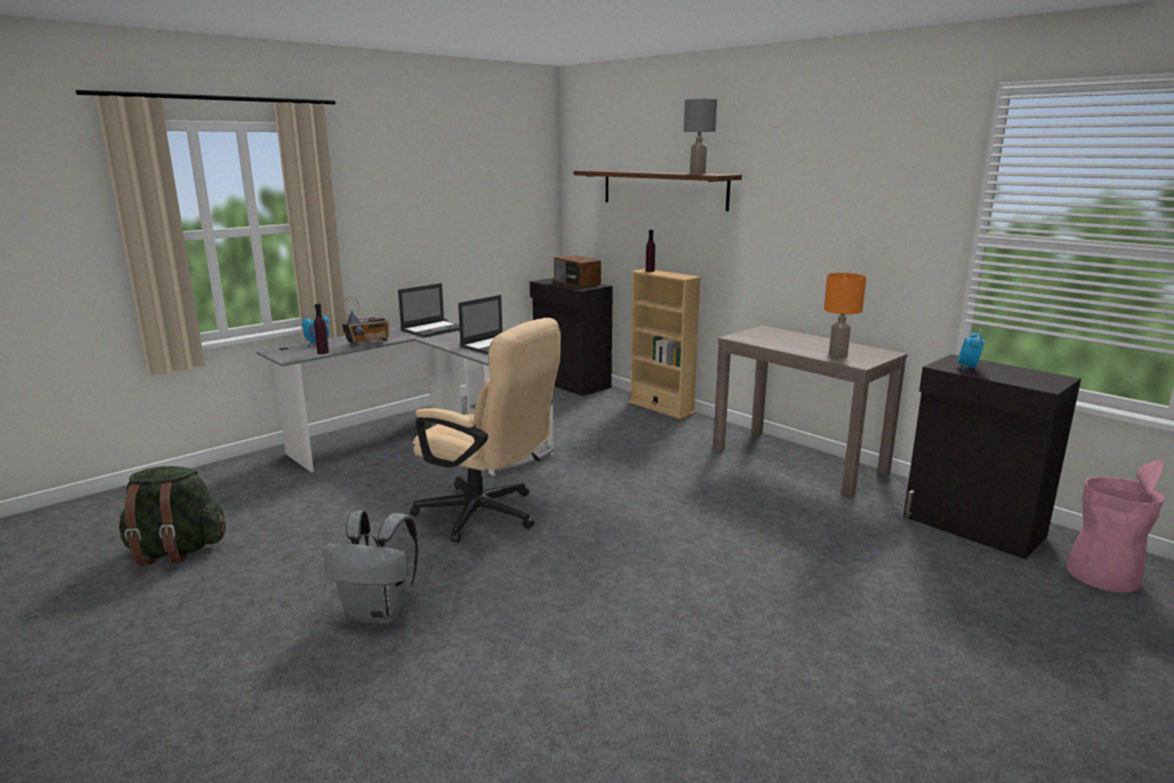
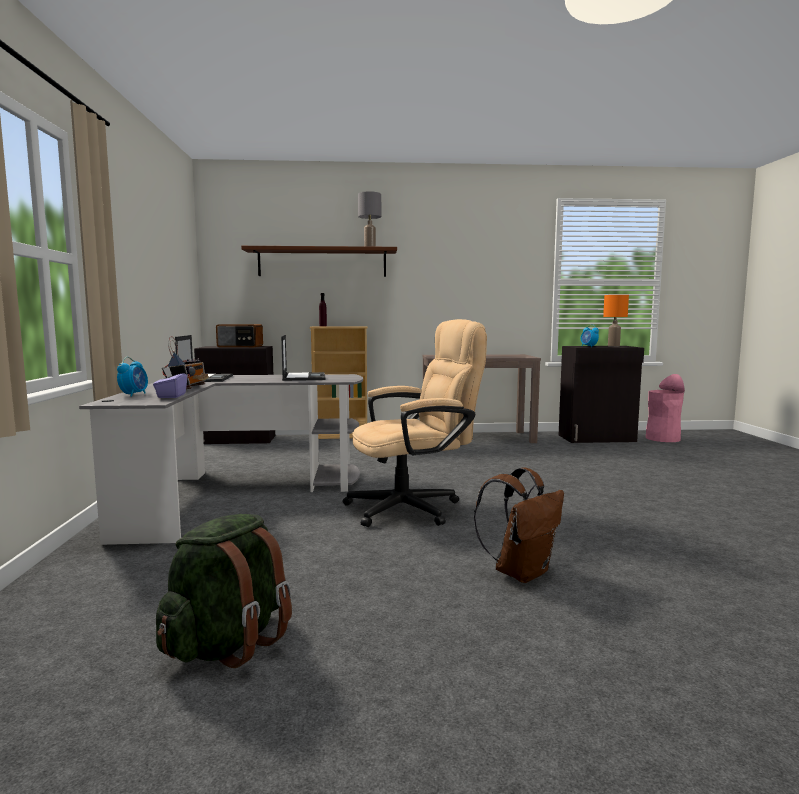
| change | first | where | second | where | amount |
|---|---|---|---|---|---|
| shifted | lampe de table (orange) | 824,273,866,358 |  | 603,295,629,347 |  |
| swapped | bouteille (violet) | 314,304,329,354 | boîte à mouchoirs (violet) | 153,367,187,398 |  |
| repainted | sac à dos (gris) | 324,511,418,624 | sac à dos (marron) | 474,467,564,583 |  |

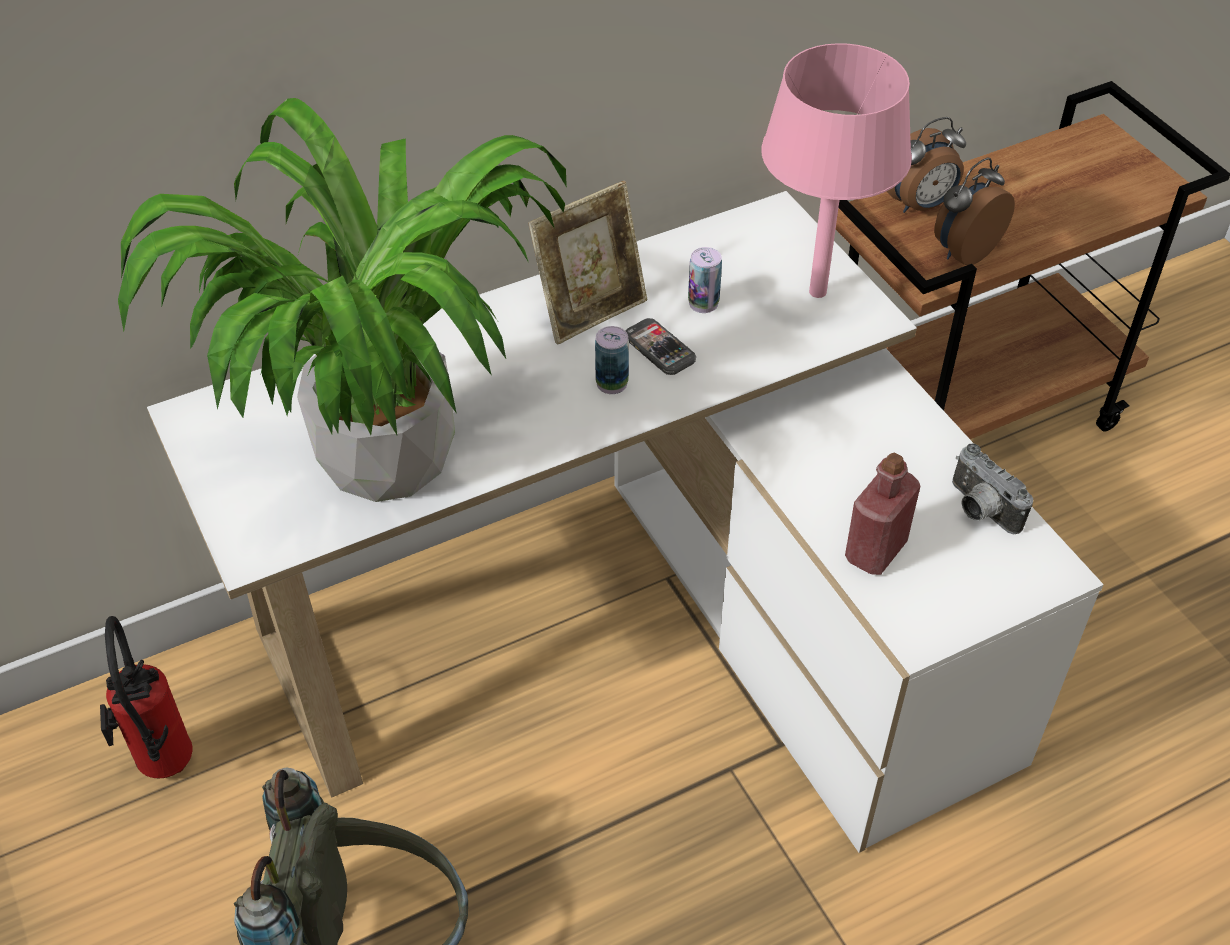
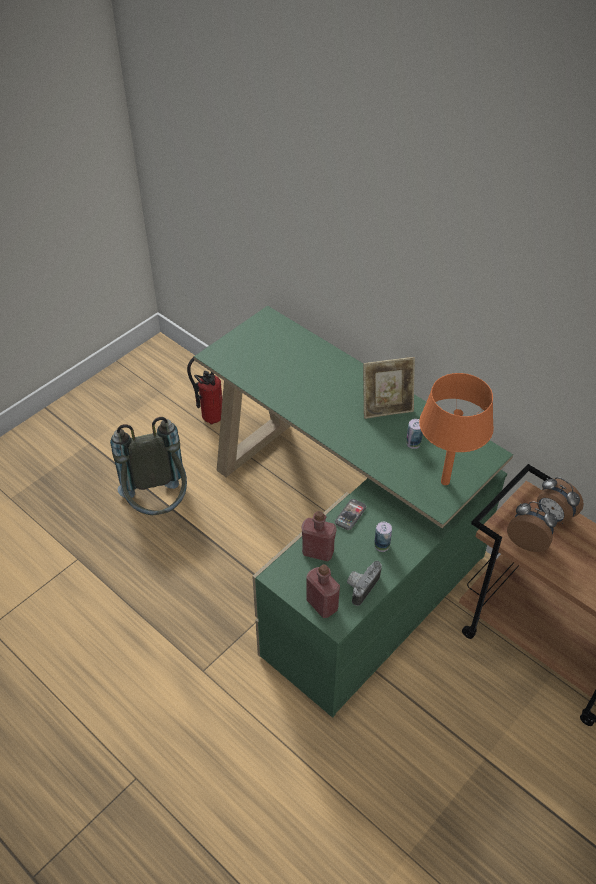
| change | first | where | second | where | amount |
|---|---|---|---|---|---|
| repainted | lampe de table (rose) | 761,43,912,298 | lampe de table (orange) | 419,373,494,485 |  |
| gone | plante en pot | 118,98,567,502 |  |  |  |
| rotated | cadre photo | 528,181,647,344 |  | 363,357,415,419 | 45 degrees counterclockwise |
| repainted | bureau (blanc) | 147,191,1104,853 | bureau (vert) | 194,306,513,718 |  |
| shifted | téléphone | 626,318,696,375 |  | 335,499,366,530 |  |
| shifted | boîte métallique | 595,326,629,394 |  | 374,522,392,552 |  |
| new |  |  | bouteille (rouge) | 306,564,340,618 |  |

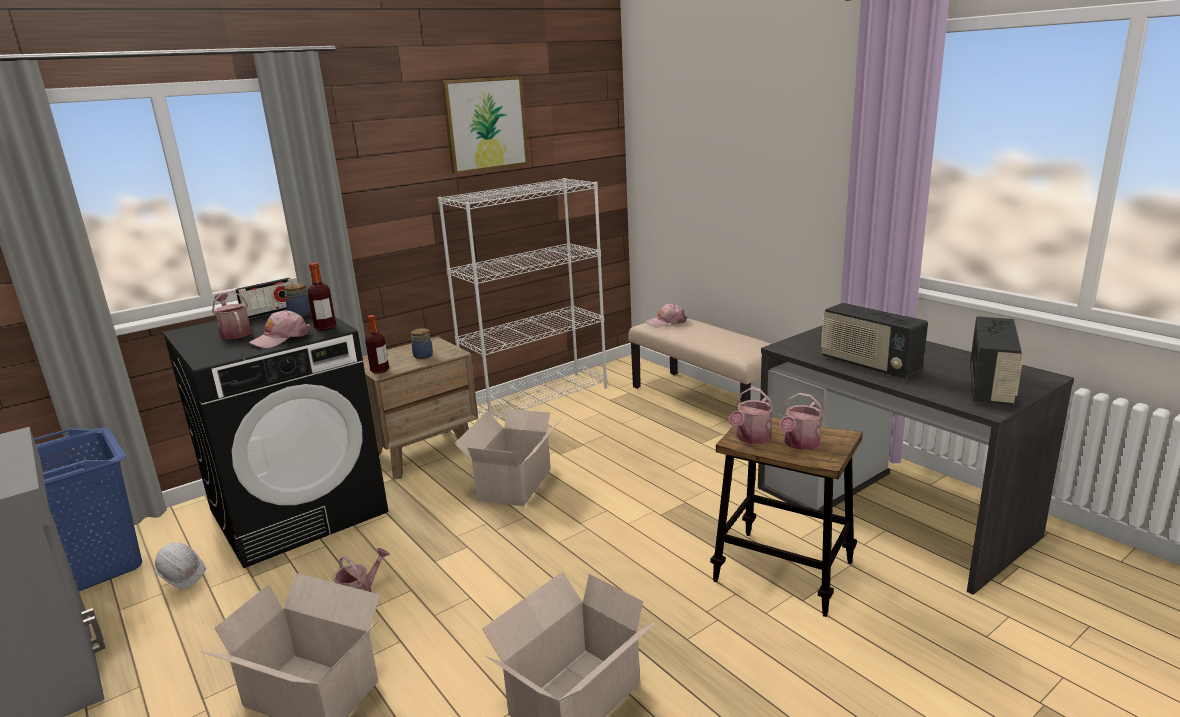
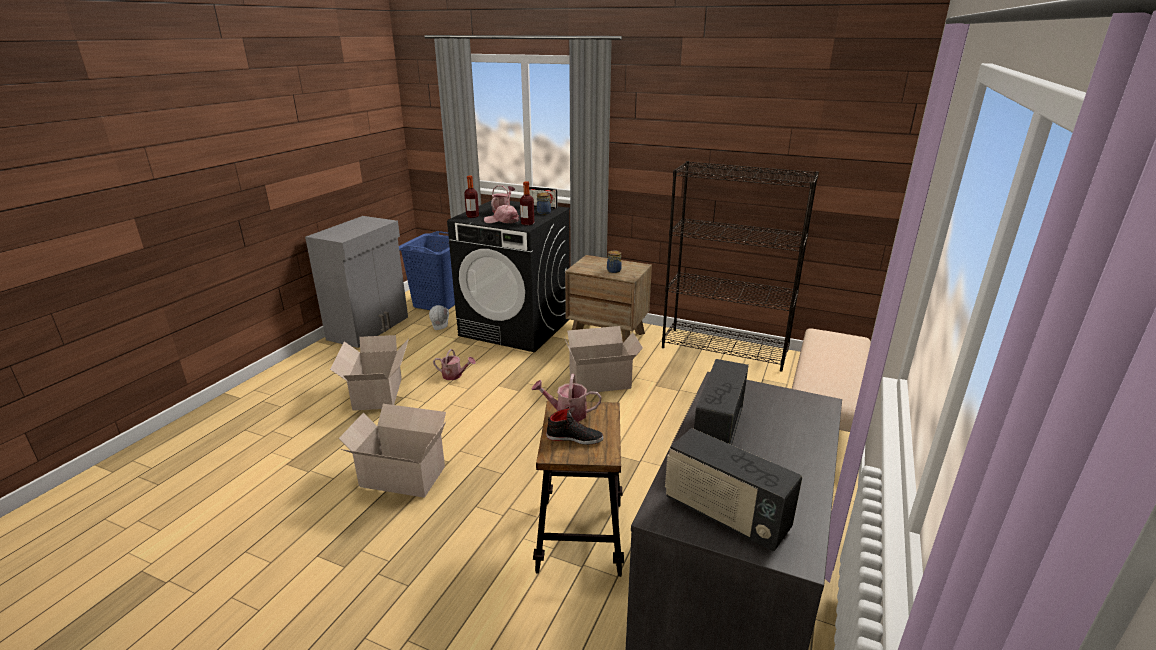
| change | first | where | second | where | amount |
|---|---|---|---|---|---|
| gone | tableau | 442,76,529,174 |  |  |  |
| repainted | bibliothèque (blanc) | 438,178,607,419 | bibliothèque (noir) | 662,161,819,371 |  |
| gone | casquette (rose) | 646,303,688,327 |  |  |  |
| shifted | bouteille | 365,315,389,373 |  | 464,176,479,218 |  |
| rotated | radio | 970,316,1023,406 |  | 665,428,802,551 | 45 degrees clockwise |
| swapped | arrosoir | 779,393,824,450 | chaussure (noir) | 546,407,603,445 |  |

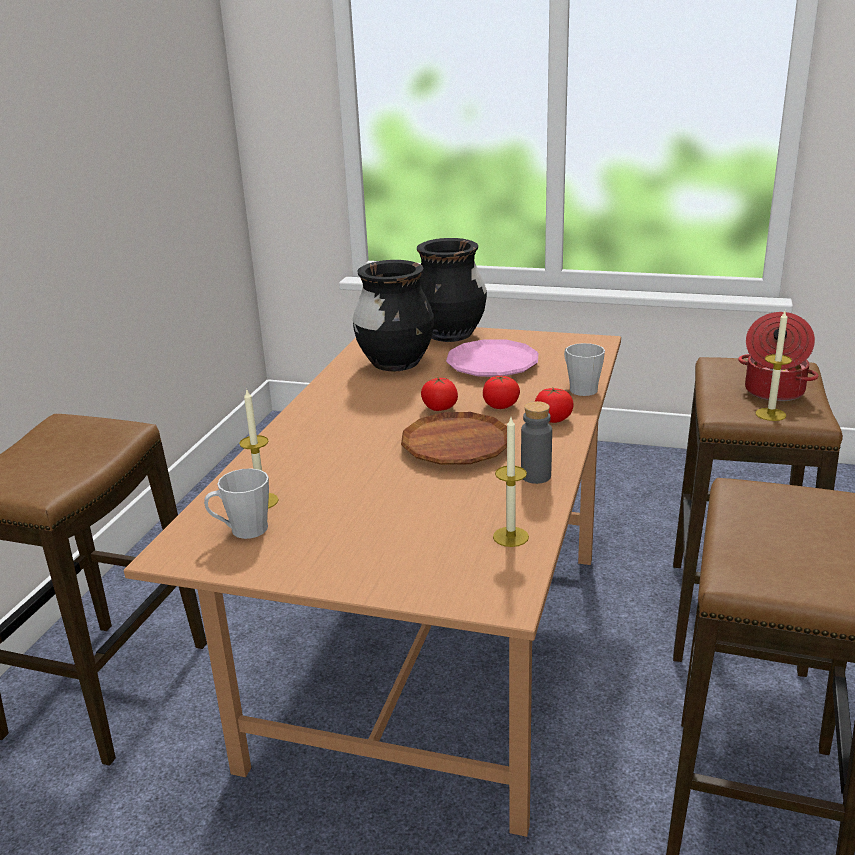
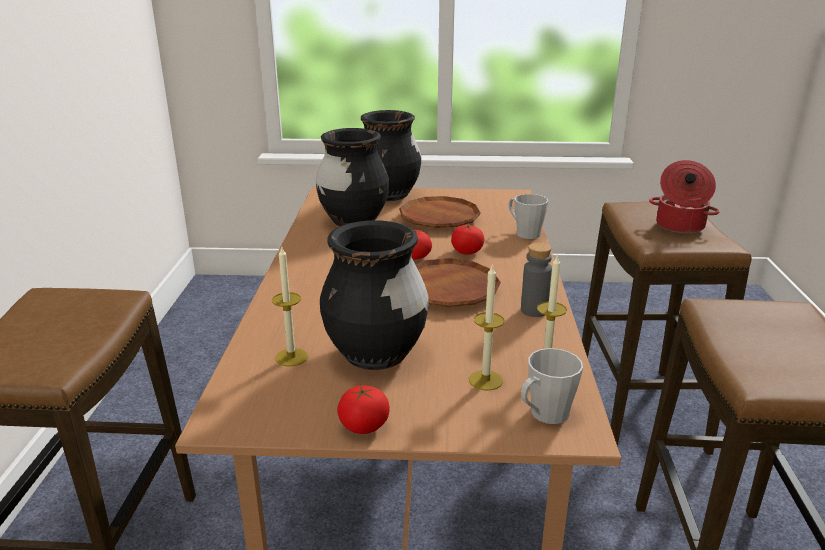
| change | first | where | second | where | amount |
|---|---|---|---|---|---|
| shifted | bougie | 756,311,792,421 |  | 469,266,504,390 |  |
| repainted | assiette (rose) | 446,339,538,377 | assiette (marron) | 399,196,481,228 |  |
| shifted | tomate | 535,388,574,423 |  | 337,385,390,434 |  |
| shifted | mug (gris) | 204,468,269,539 |  | 521,348,583,424 |  |
| new |  |  | vase (noir) | 320,220,429,370 |  |

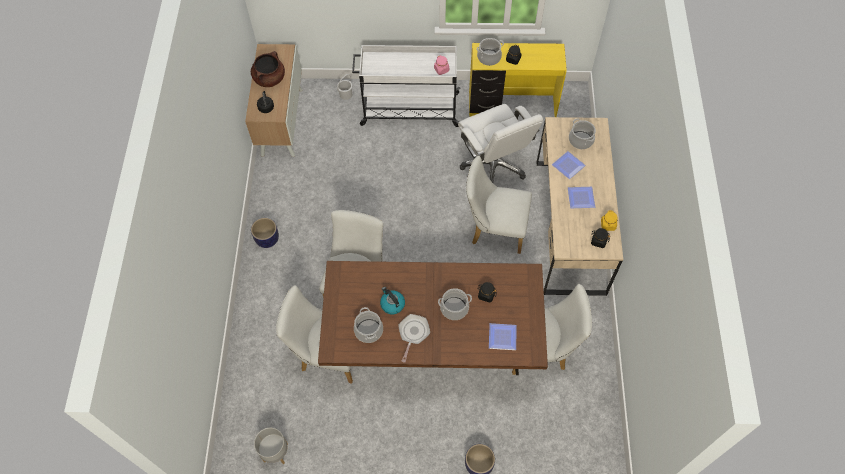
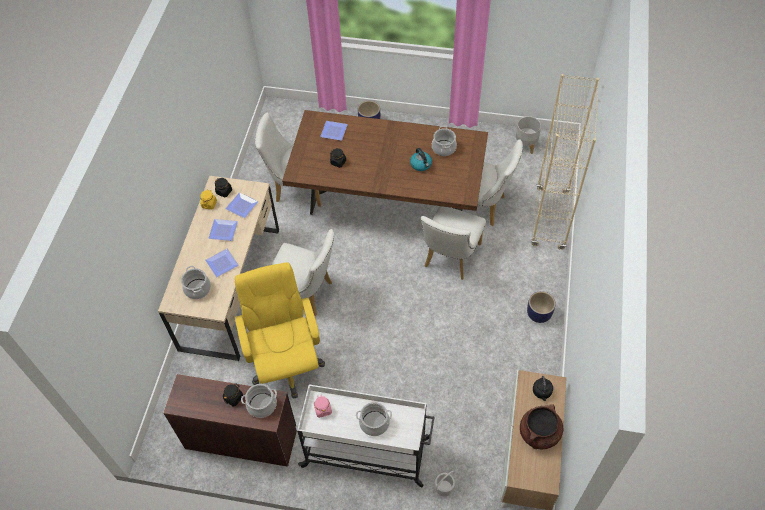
| change | first | where | second | where | amount |
|---|---|---|---|---|---|
| repainted | bureau (jaune) | 469,43,567,117 | bureau (marron) | 163,374,297,467 |  |
| repainted | chaise de bureau (blanc) | 458,104,543,183 | chaise de bureau (jaune) | 235,263,325,399 |  |
| shifted | marmite | 438,288,472,320 |  | 356,402,392,436 |  |
| gone | poêle | 398,314,430,362 |  |  |  |
| new |  |  | bibliothèque (beige) | 531,74,599,250 |  |
| new |  |  | assiette | 225,192,258,218 |  |

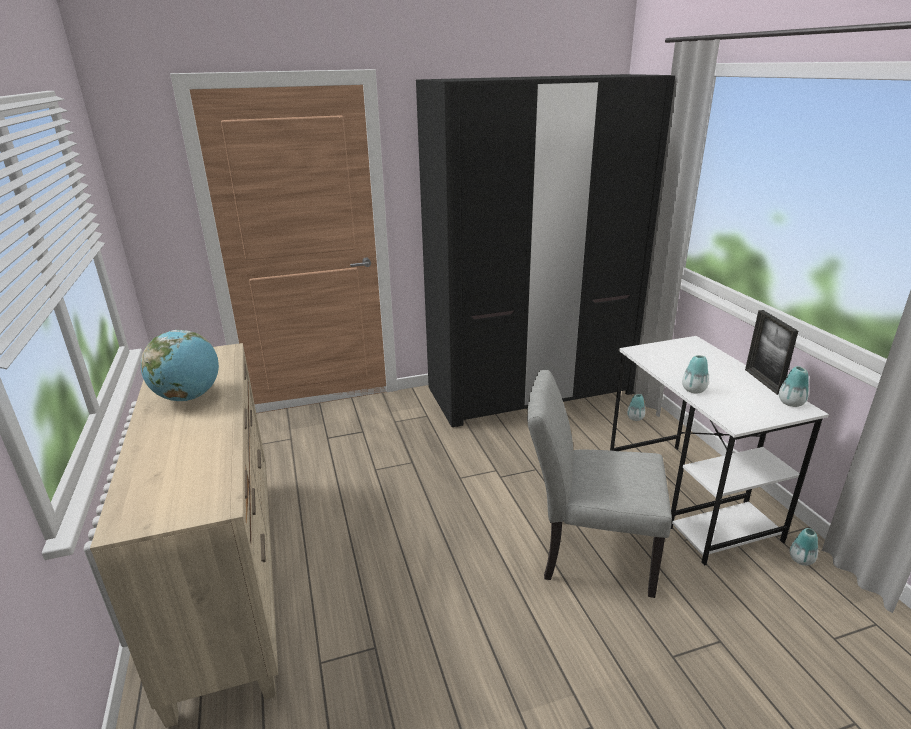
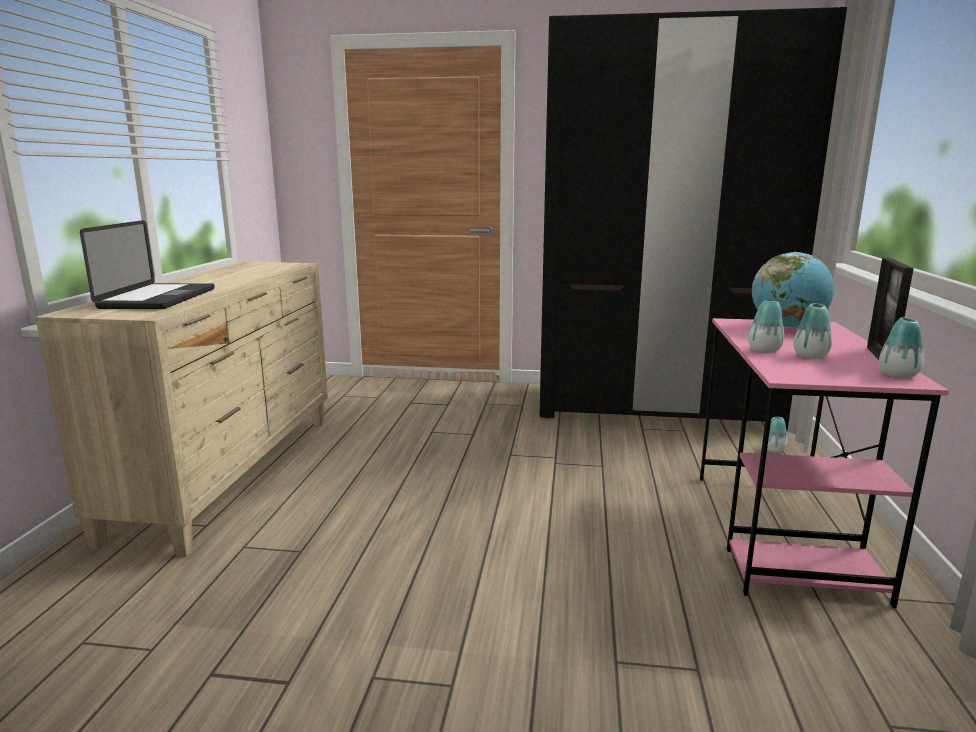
| change | first | where | second | where | amount |
|---|---|---|---|---|---|
| shifted | globe | 141,330,219,401 |  | 752,252,834,328 |  |
| repainted | bureau (blanc) | 610,336,829,566 | bureau (rose) | 700,318,949,608 |  |
| gone | chaise (gris) | 527,370,672,598 |  |  |  |
| shifted | vase | 789,528,818,566 |  | 794,303,832,359 |  |
| new |  |  | ordinateur portable | 80,220,215,309 |  |

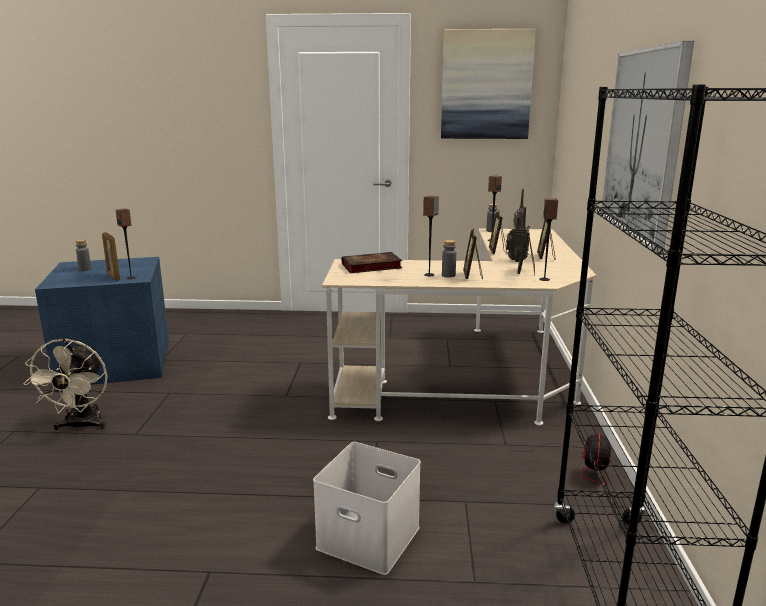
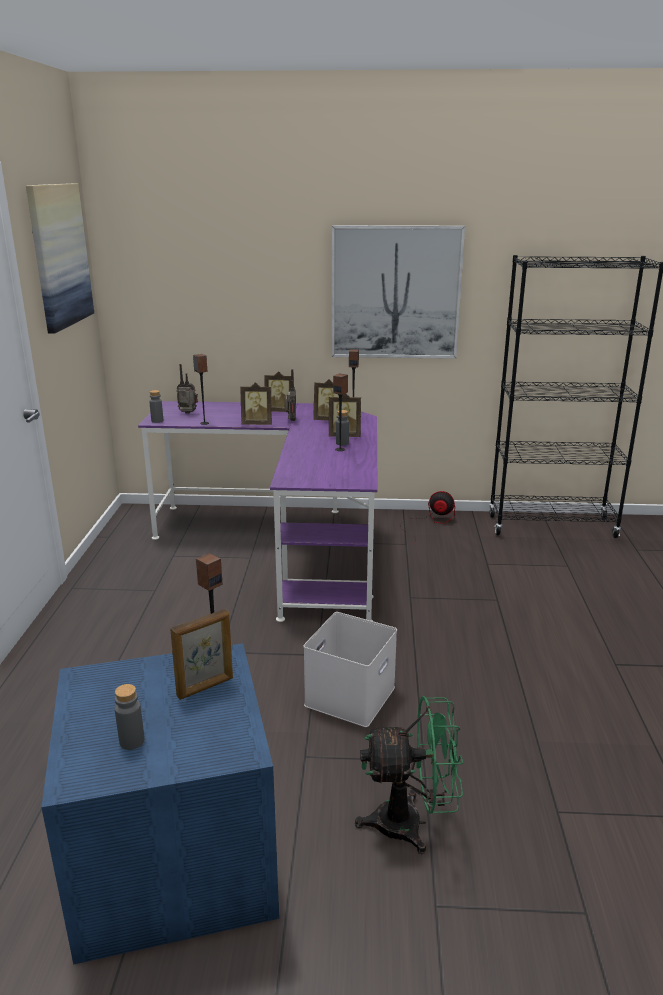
| change | first | where | second | where | amount |
|---|---|---|---|---|---|
| repainted | bureau (beige) | 322,229,596,425 | bureau (violet) | 138,401,378,622 |  |
| gone | livre | 342,252,402,273 |  |  |  |
| repainted | ventilateur (beige) | 23,338,108,431 | ventilateur (vert) | 355,696,463,855 |  |
| shifted | boîte de rangement (blanc) | 313,442,421,575 |  | 303,612,397,727 |  |

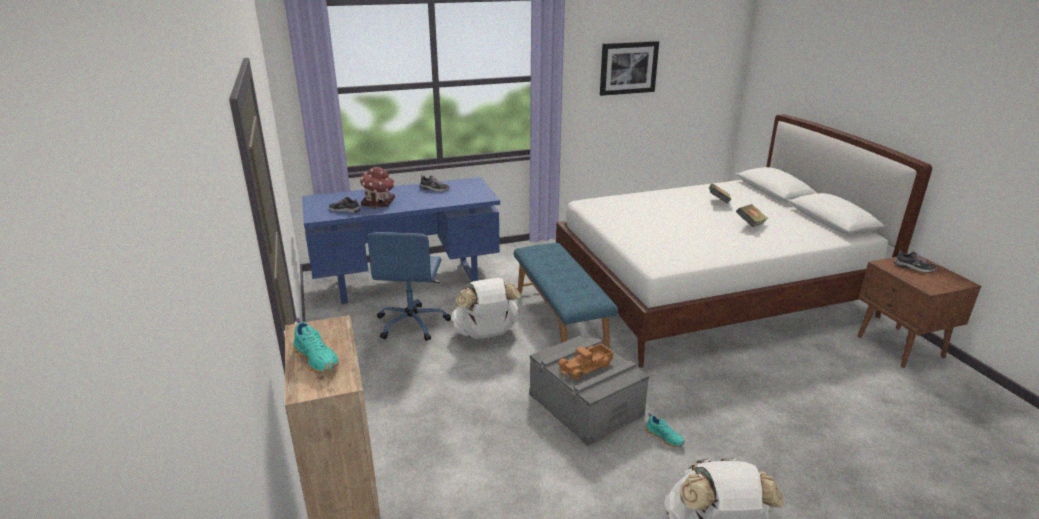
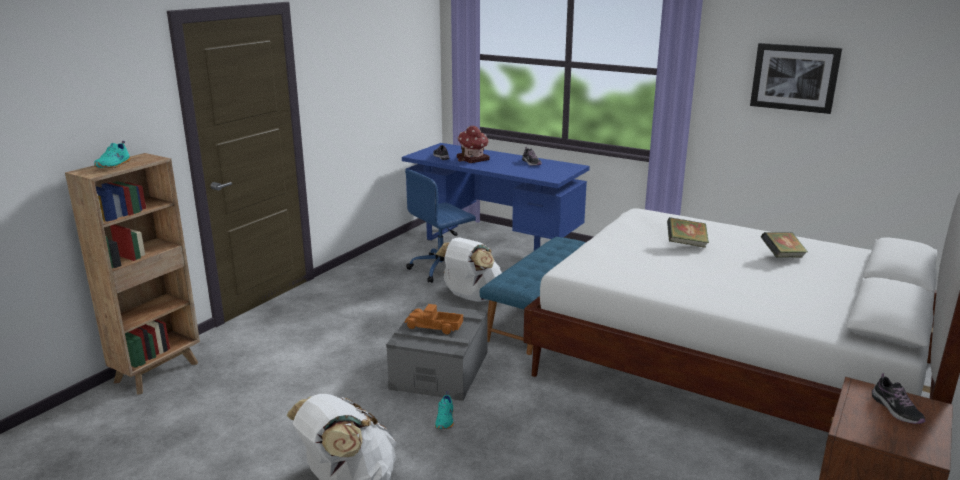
| change | first | where | second | where | amount |
|---|---|---|---|---|---|
| shifted | livre | 736,204,768,227 |  | 667,217,709,248 |  |

